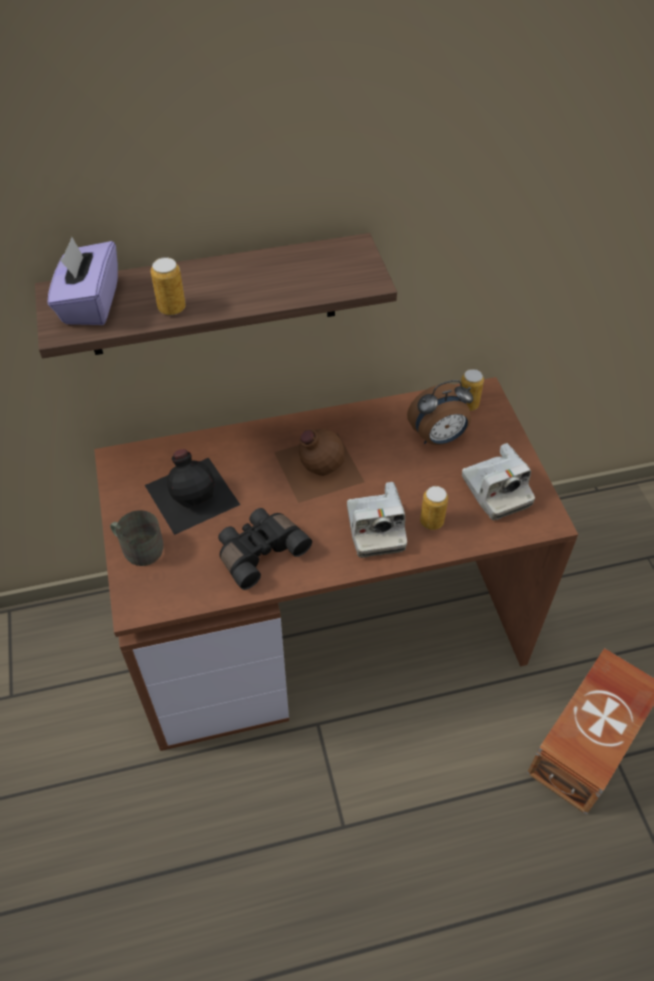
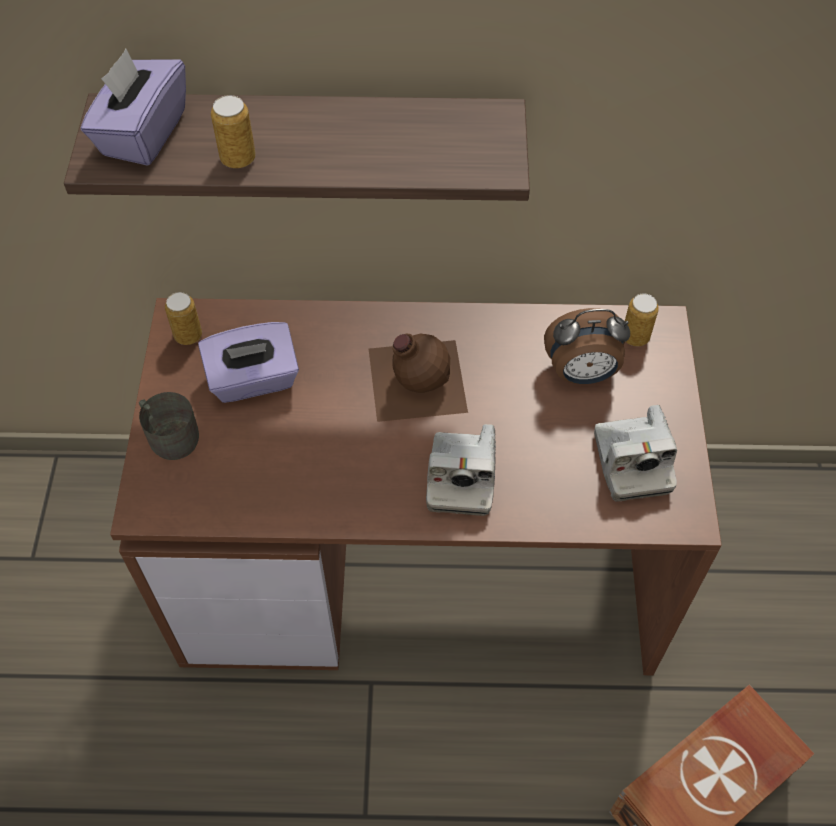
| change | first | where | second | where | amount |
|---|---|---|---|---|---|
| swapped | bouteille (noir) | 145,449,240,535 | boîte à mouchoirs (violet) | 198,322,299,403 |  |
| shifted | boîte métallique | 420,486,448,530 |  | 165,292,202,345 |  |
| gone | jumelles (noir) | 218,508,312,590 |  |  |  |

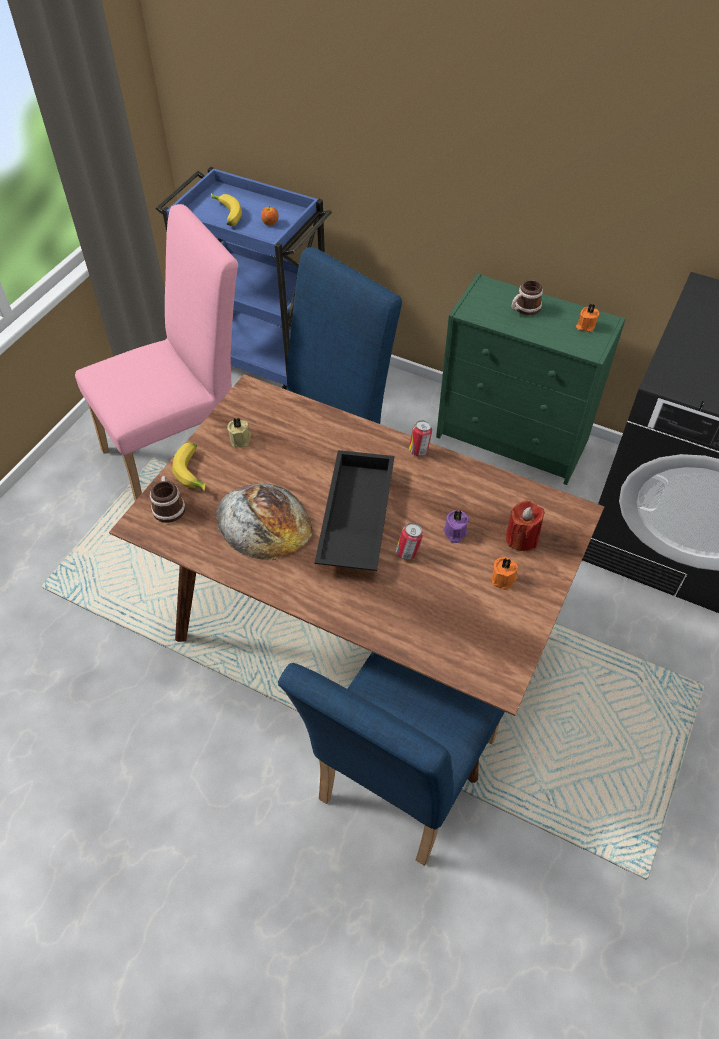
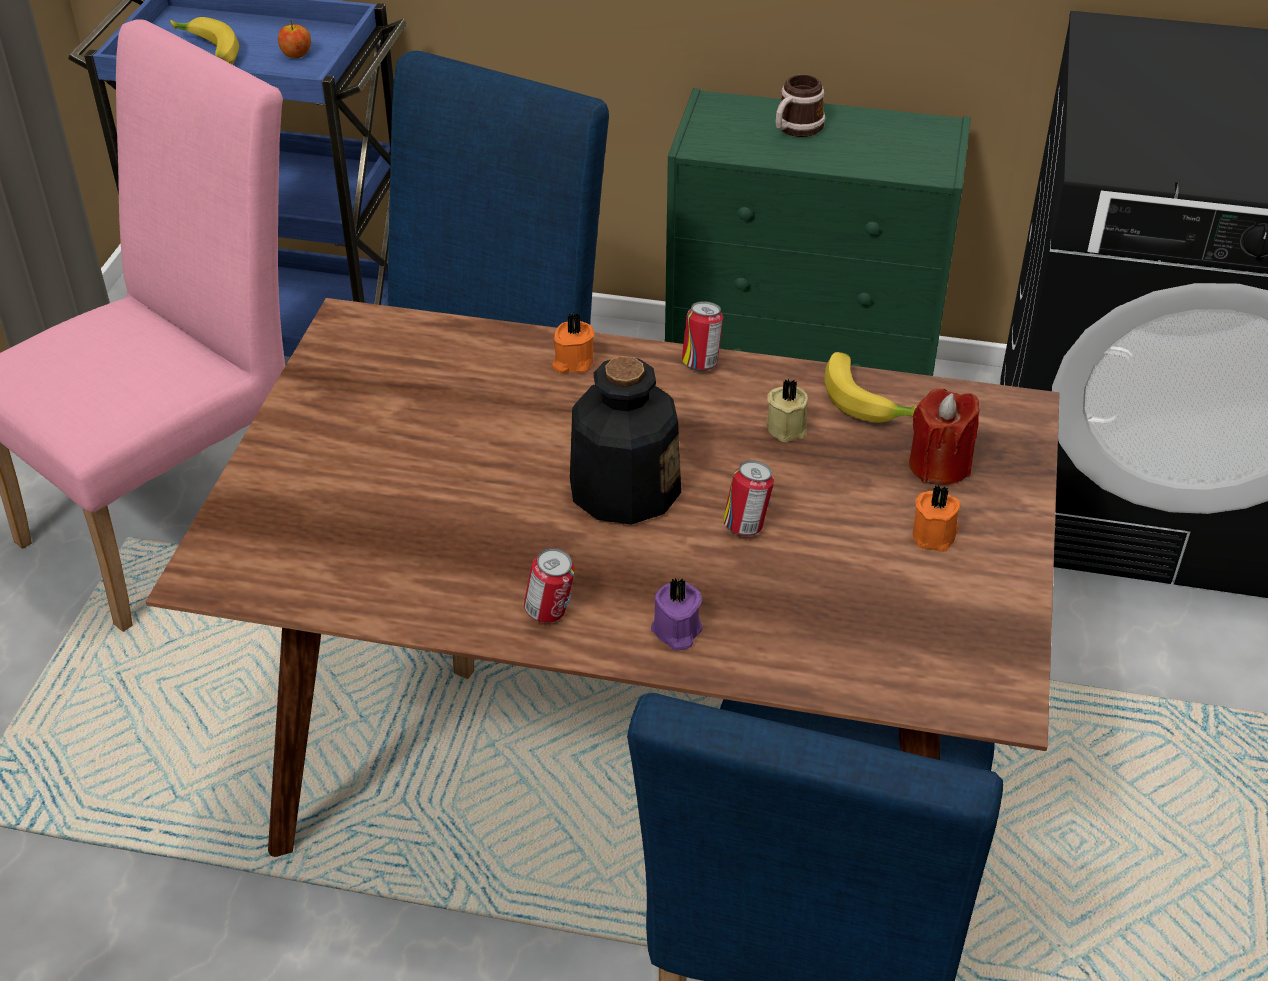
| change | first | where | second | where | amount |
|---|---|---|---|---|---|
| shifted | bougie (orange) | 576,304,599,332 |  | 552,314,594,373 |  |
| shifted | bougie (beige) | 227,418,251,448 |  | 766,379,808,442 |  |
| shifted | banane | 172,442,205,492 |  | 824,352,916,423 |  |
| swapped | plateau (noir) | 315,450,395,571 | bouteille | 570,356,681,525 |  |
| gone | mug | 150,476,185,523 |  |  |  |
| gone | pain | 216,483,313,560 |  |  |  |
| shifted | bougie (violet) | 443,510,469,543 |  | 651,578,703,650 |  |
| new |  |  | boîte métallique | 524,548,575,623 |  |

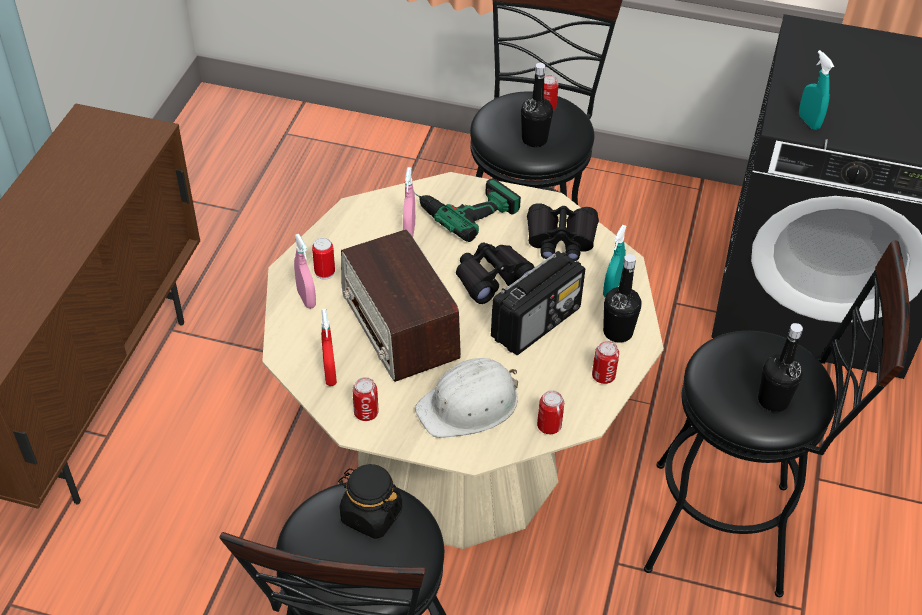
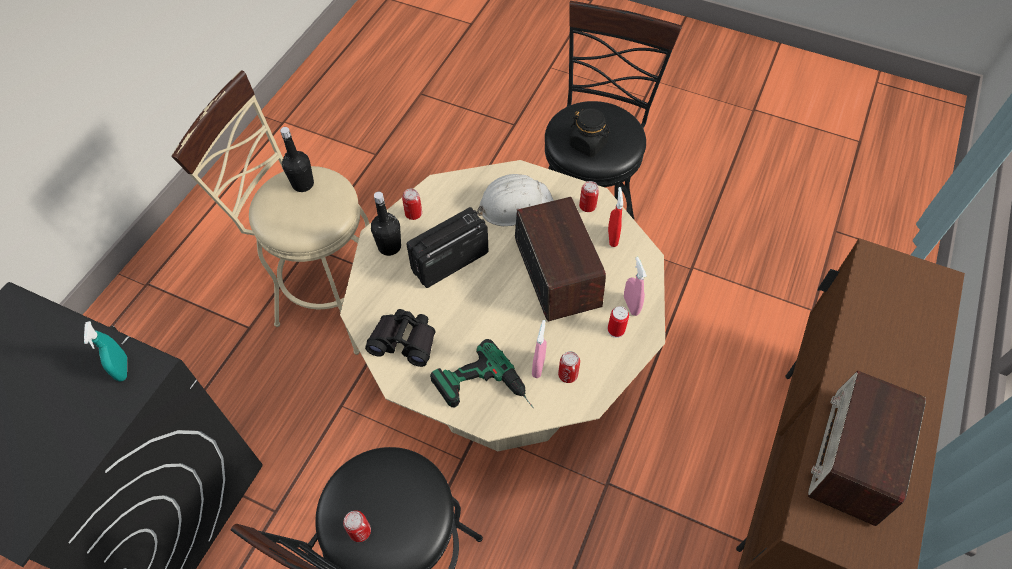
| change | first | where | second | where | amount |
|---|---|---|---|---|---|
| gone | bouteille (noir) | 521,63,553,147 |  |  |  |
| gone | vaporisateur (turquoise) | 603,225,627,297 |  |  |  |
| repainted | tabouret (noir) | 644,241,910,597 | tabouret (beige) | 171,70,369,355 |  |
| gone | jumelles (noir) | 456,242,535,304 |  |  |  |
| shifted | boîte métallique | 537,390,564,434 |  | 558,351,580,383 |  |
| new |  |  | radio | 808,371,926,526 |  |

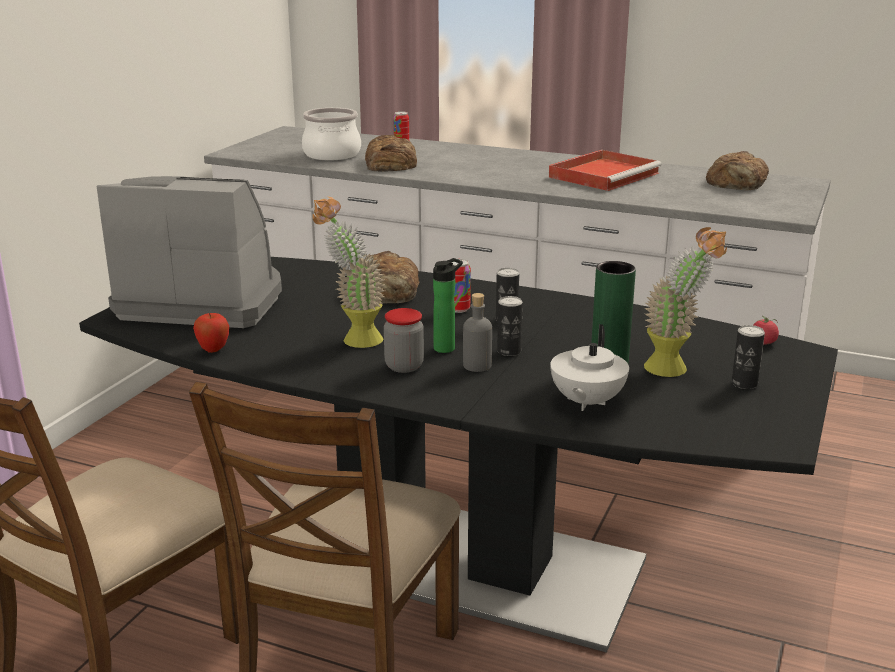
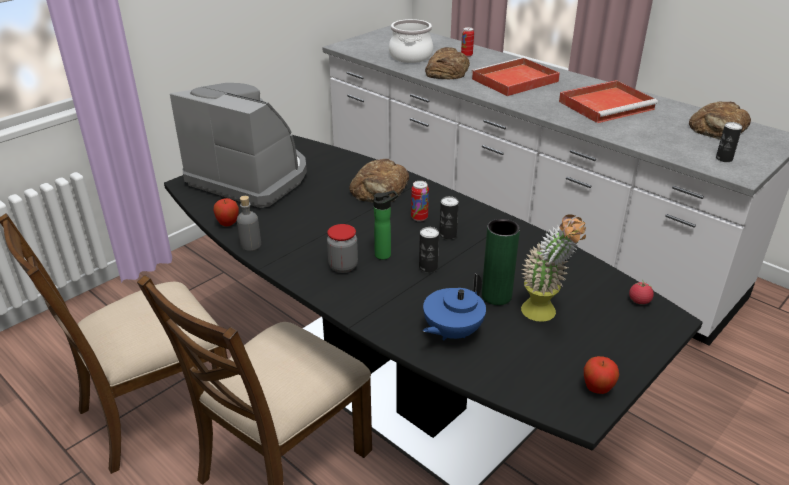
| change | first | where | second | where | amount |
|---|---|---|---|---|---|
| gone | plante en pot | 313,197,386,348 |  |  |  |
| shifted | bouteille (gris) | 463,293,492,372 |  | 237,196,261,251 |  |
| repainted | théière (blanc) | 550,324,629,411 | théière (bleu) | 423,273,486,341 |  |
| shifted | boîte métallique | 731,325,765,389 |  | 716,122,742,162 |  |
| new |  |  | plateau (rouge) | 471,57,560,96 |  |
| new |  |  | pomme | 584,356,619,394 |  |

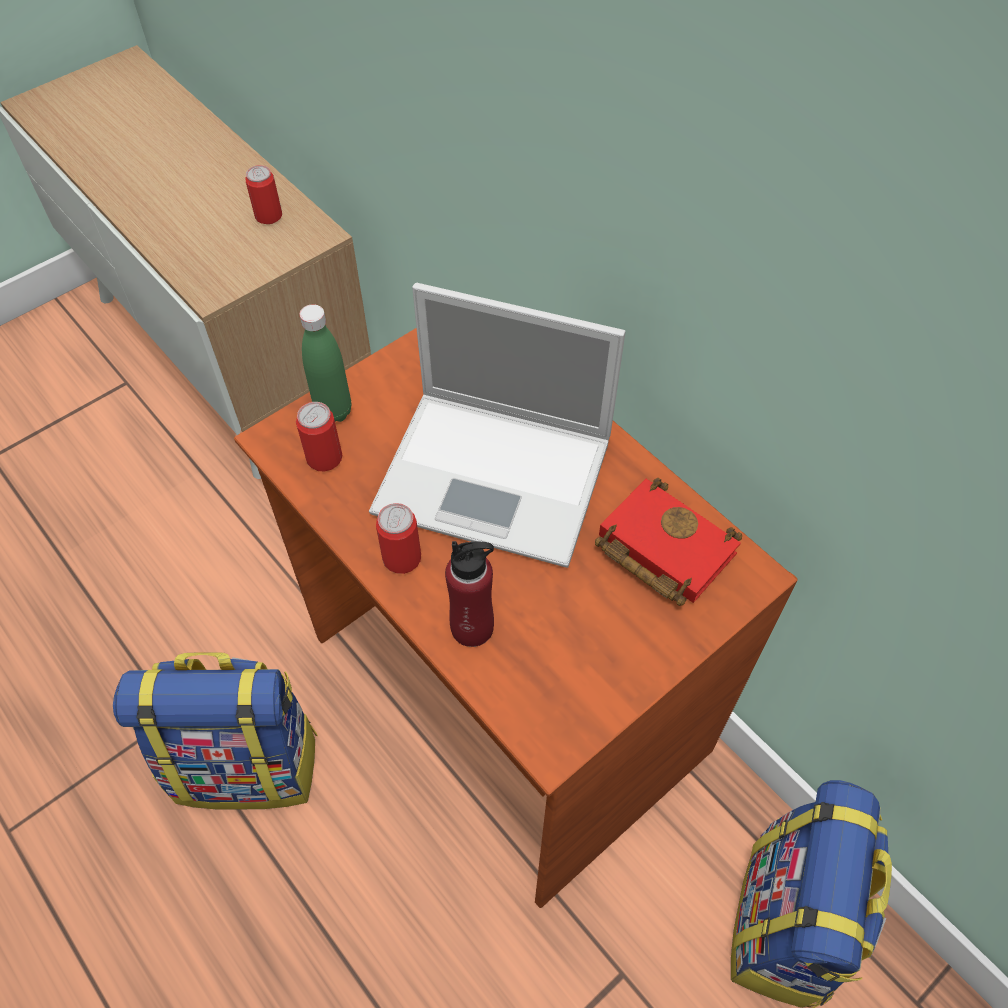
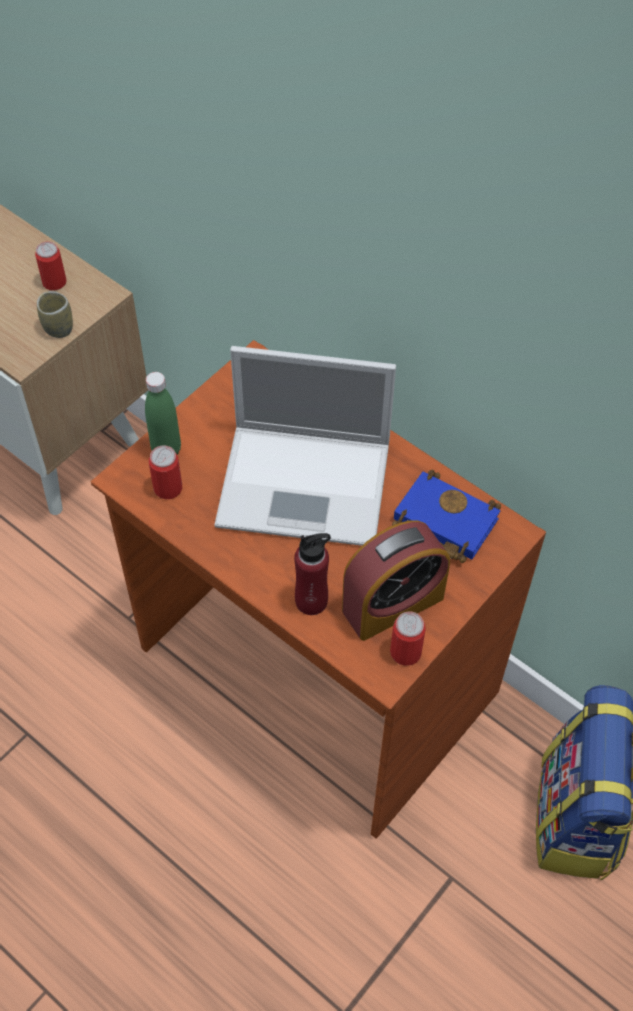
| change | first | where | second | where | amount |
|---|---|---|---|---|---|
| repainted | livre (rouge) | 595,478,742,606 | livre (bleu) | 392,469,501,563 |  |
| shifted | boîte métallique | 376,503,421,574 |  | 390,612,426,666 |  |
| gone | sac à dos | 113,652,318,810 |  |  |  |
| new |  |  | tasse | 37,291,73,338 |  |
| new |  |  | réveil | 342,521,450,641 |  |

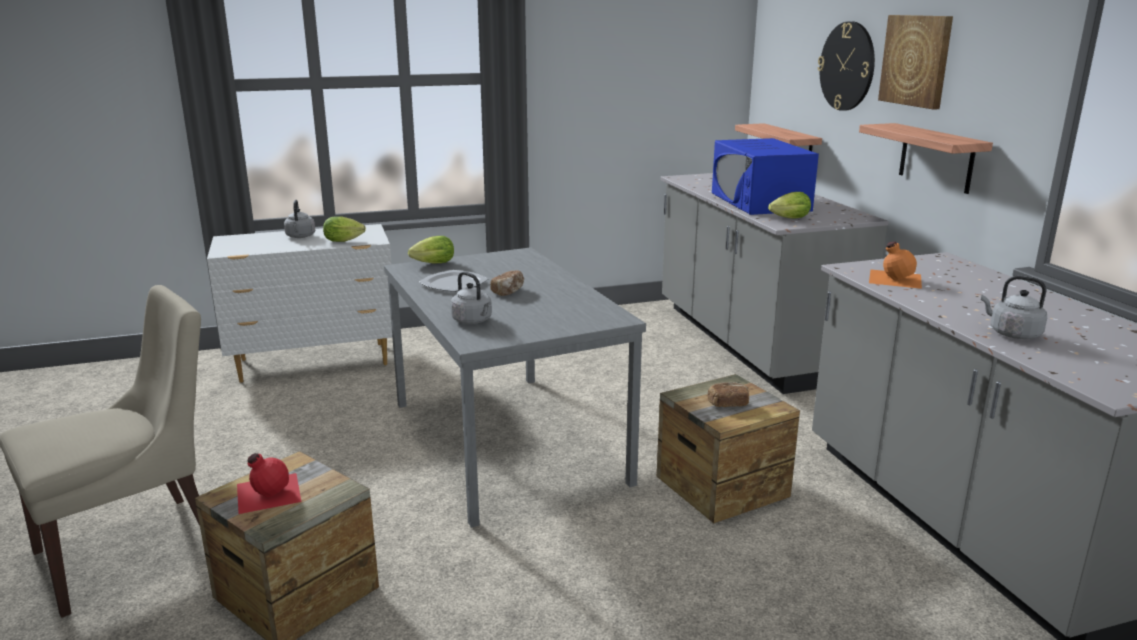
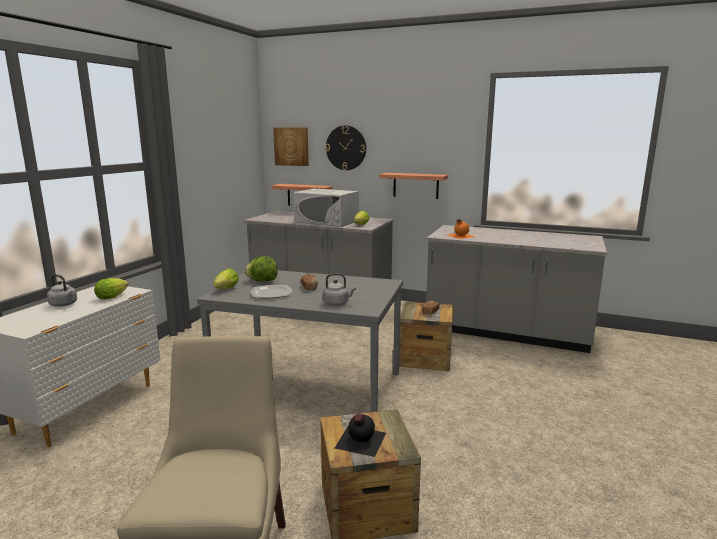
| change | first | where | second | where | amount |
|---|---|---|---|---|---|
| shifted | tableau | 878,15,953,110 |  | 273,127,309,166 |  |
| repainted | micro-ondes (bleu) | 712,138,819,215 | micro-ondes (blanc) | 294,188,359,227 |  |
| gone | bouilloire (gris) | 981,276,1047,339 |  |  |  |
| repainted | bouteille (rouge) | 237,453,302,514 | bouteille (noir) | 334,414,386,457 |  |
| new |  |  | laitue | 244,256,278,282 |  |

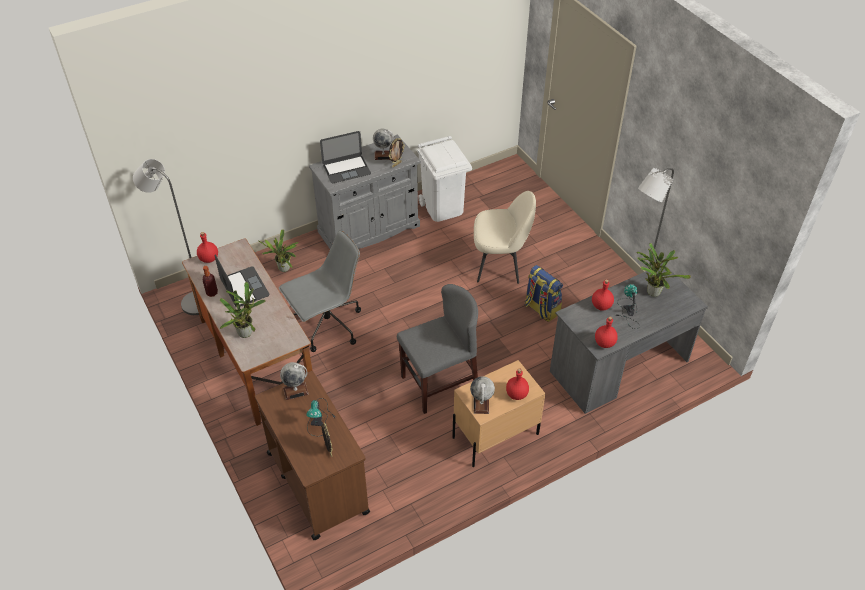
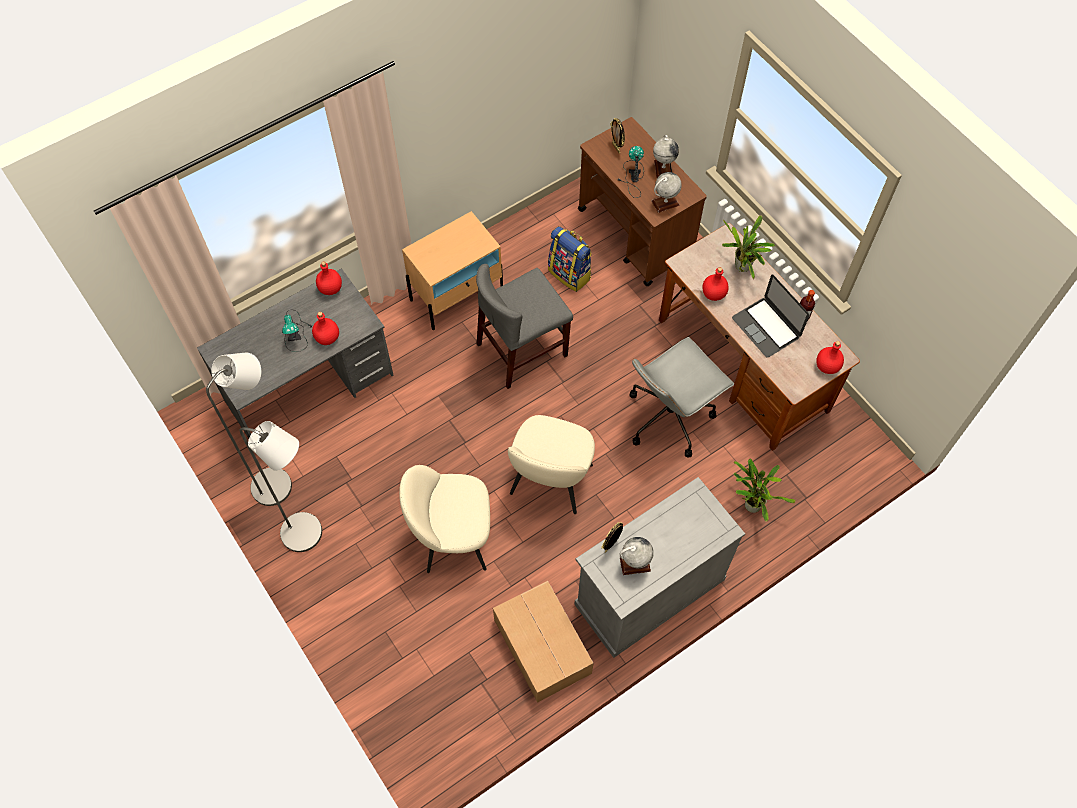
| change | first | where | second | where | amount |
|---|---|---|---|---|---|
| gone | ordinateur portable | 320,131,371,183 |  |  |  |
| swapped | poubelle (blanc) | 417,136,472,222 | carton | 493,581,594,703 |  |
| shifted | lampadaire (gris) | 133,159,199,315 |  | 239,421,322,552 |  |
| gone | plante en pot | 636,243,691,297 |  |  |  |
| shifted | sac à dos | 525,265,563,322 |  | 548,226,592,292 |  |
| shifted | bouteille (rouge) | 506,369,529,400 |  | 702,267,729,301 |  |
| shifted | globe | 470,376,495,414 |  | 653,135,679,178 |  |
| new |  |  | chaise (beige) | 508,415,595,514 |  |

